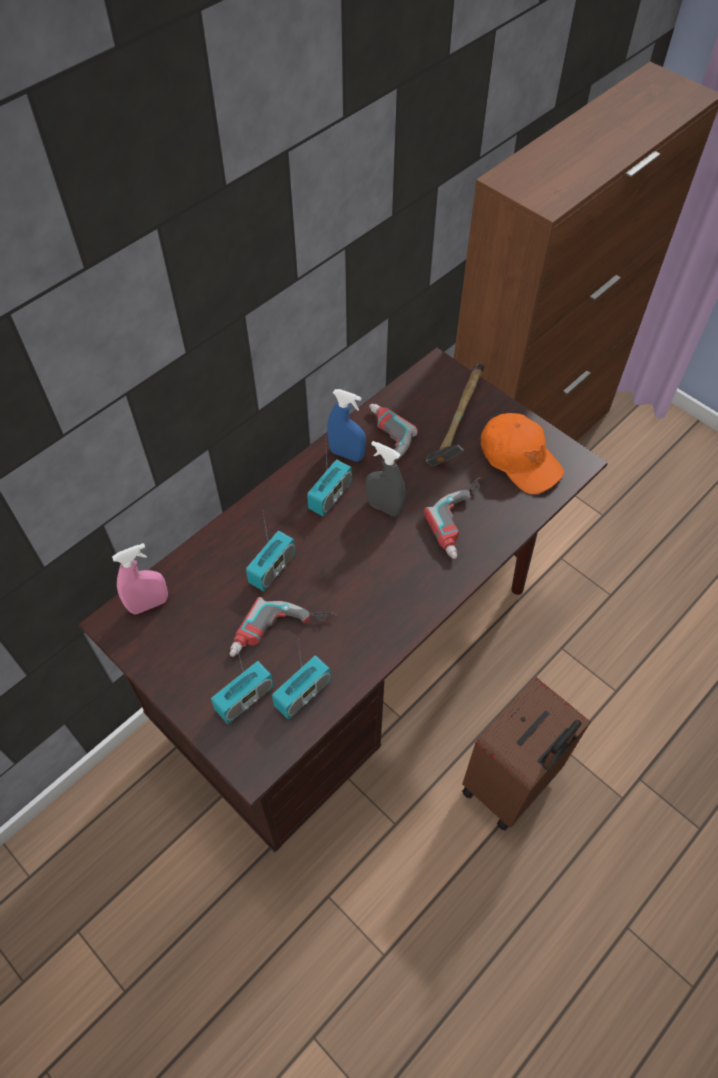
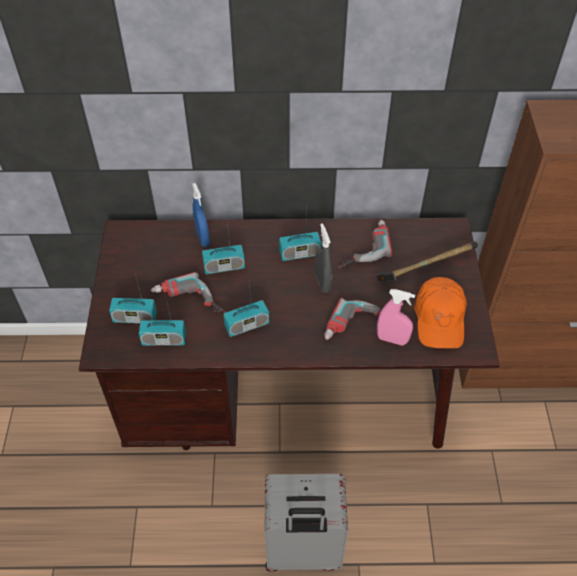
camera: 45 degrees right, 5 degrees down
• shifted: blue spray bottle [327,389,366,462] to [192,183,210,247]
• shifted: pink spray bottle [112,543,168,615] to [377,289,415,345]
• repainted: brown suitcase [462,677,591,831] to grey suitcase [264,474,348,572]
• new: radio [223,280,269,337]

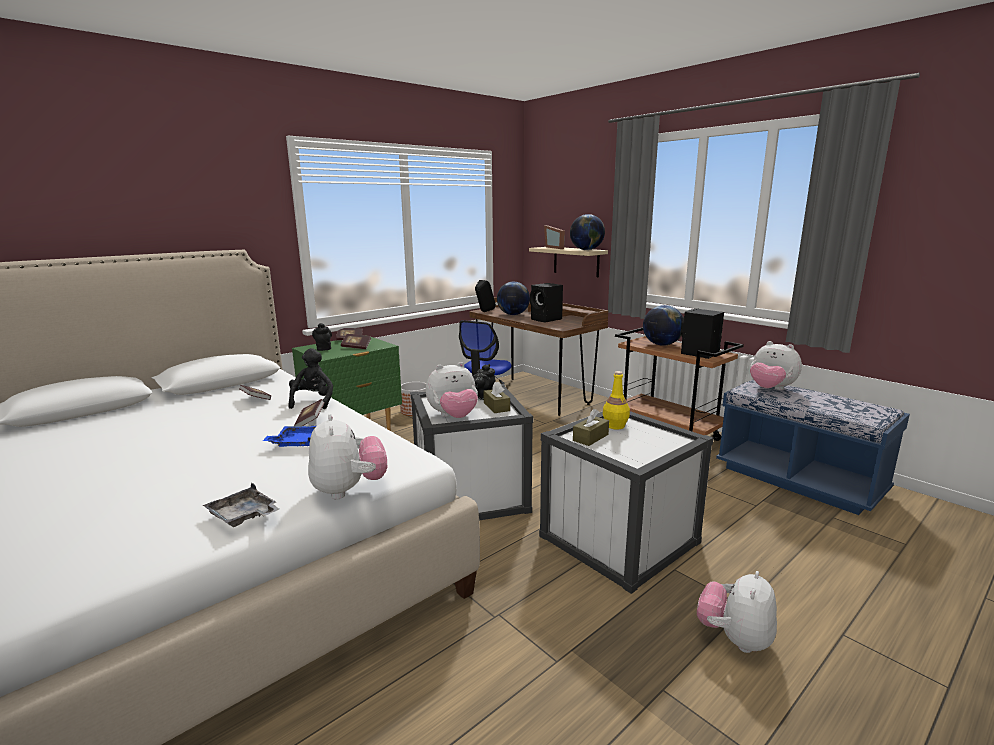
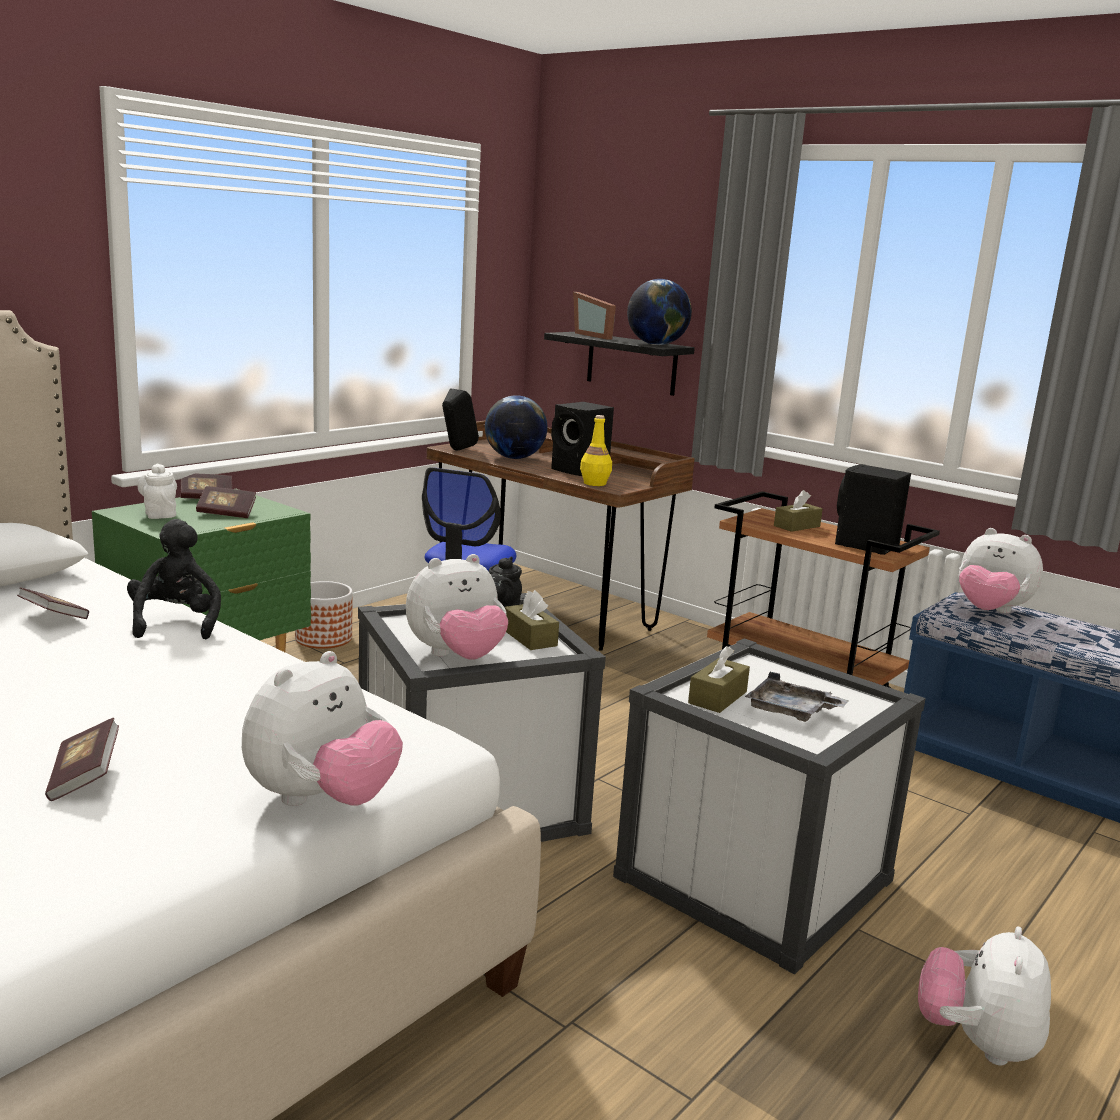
camera: 10 degrees left, 0 degrees up
• repainted: beige shelf [529,247,608,277] to black shelf [544,332,695,396]
• swapped: globe [643,305,683,346] to brown tissue box [774,490,823,532]
• repainted: black teapot [312,323,332,351] to white teapot [138,463,177,519]
• shifted: yellow bottle [603,371,630,430] to [580,415,612,486]
• shifted: book [294,399,325,426] to [45,718,119,801]
• rotated: plush toy [308,414,388,499] = [242,651,403,806] 60 degrees clockwise
• gone: blue tray [263,426,316,447]
• shifted: grey tray [203,483,279,527] to [745,672,849,722]

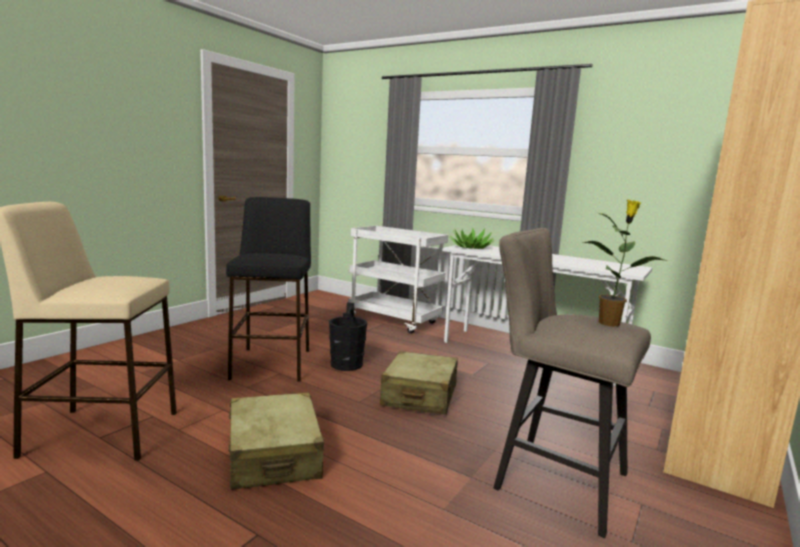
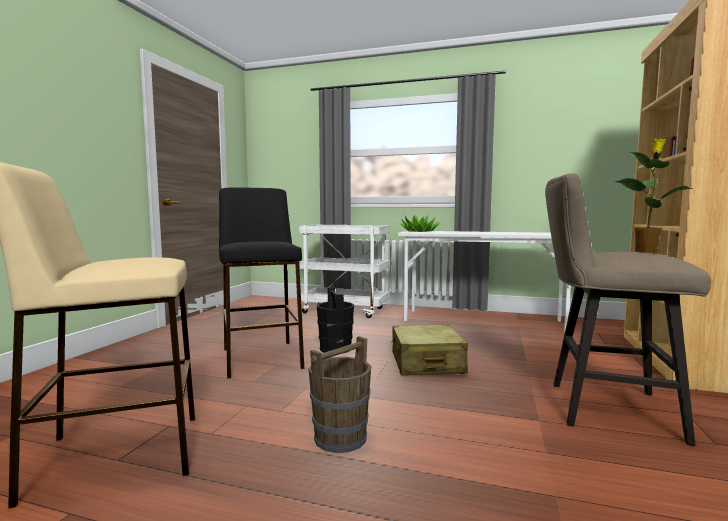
camera: 15 degrees left, 5 degrees down
• swapped: beige suitcase [229,392,324,490] to brown bucket [308,336,371,453]

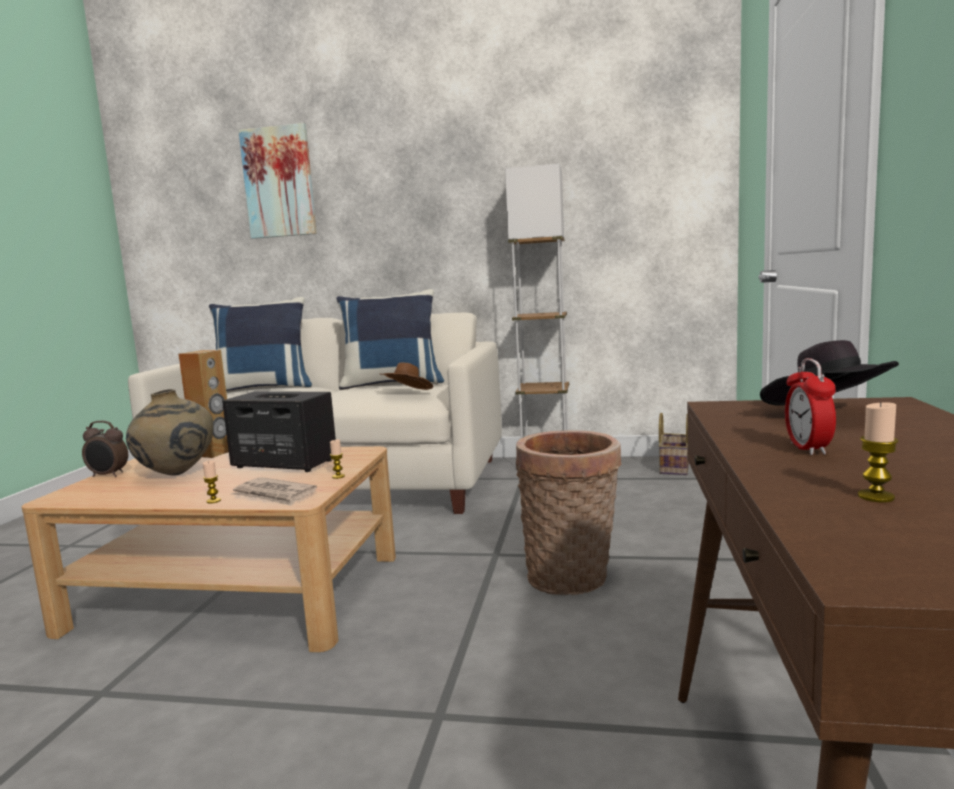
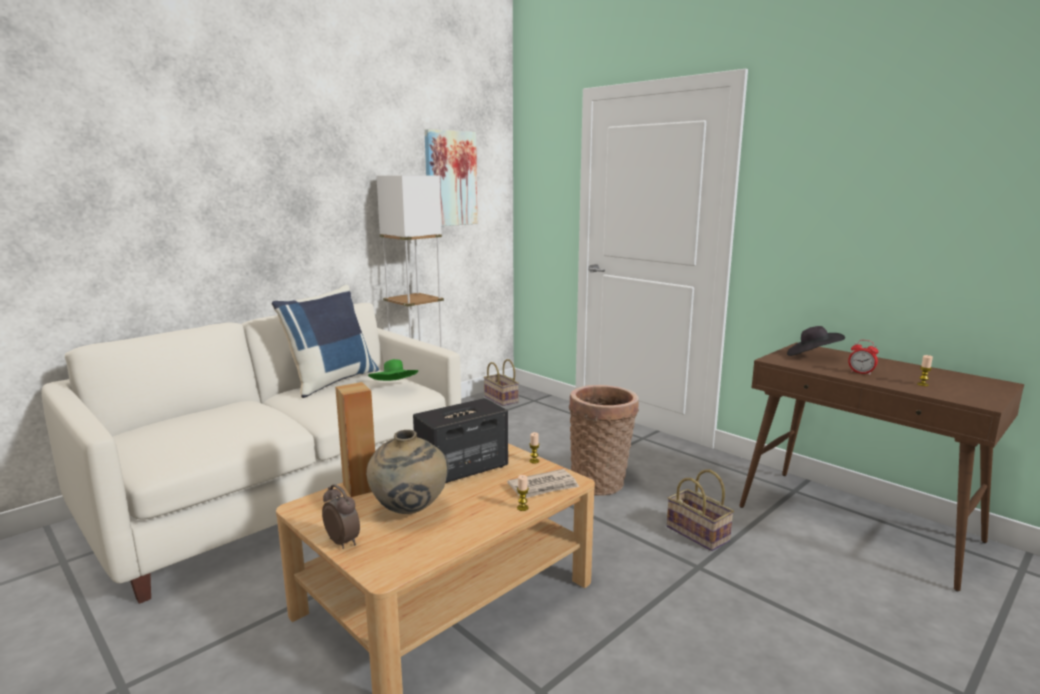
camera: 55 degrees left, 5 degrees up
• shifted: picture [239,123,317,239] to [424,129,478,226]
• gone: blue pillow [209,297,312,392]
• repainted: brown hat [379,363,433,390] to green hat [368,359,418,381]
• rotated: alarm clock [82,421,128,477] = [322,484,360,549] 90 degrees counterclockwise
• new: basket [667,469,734,551]

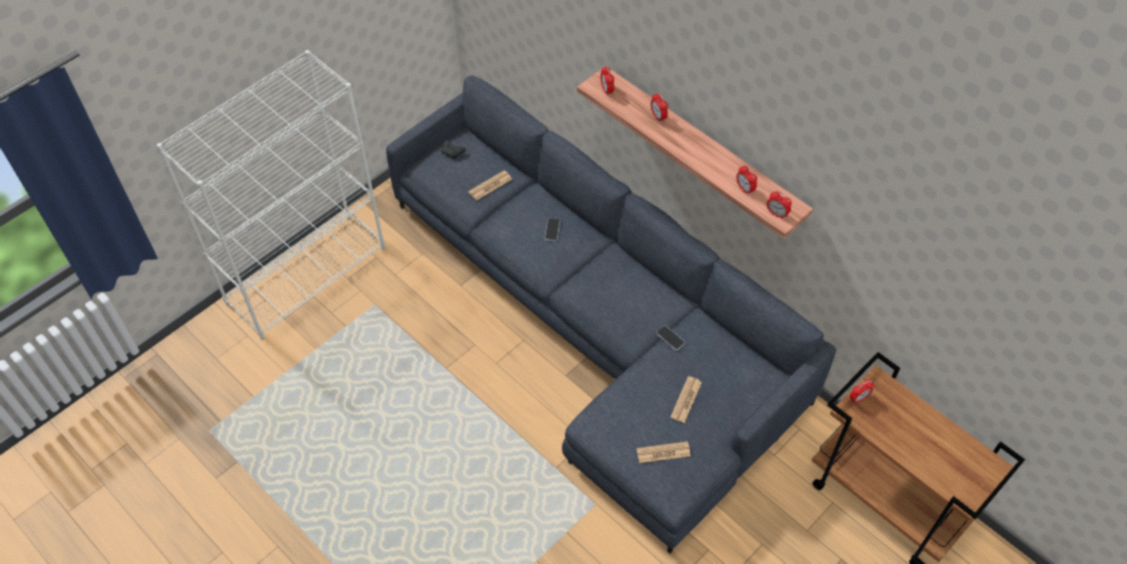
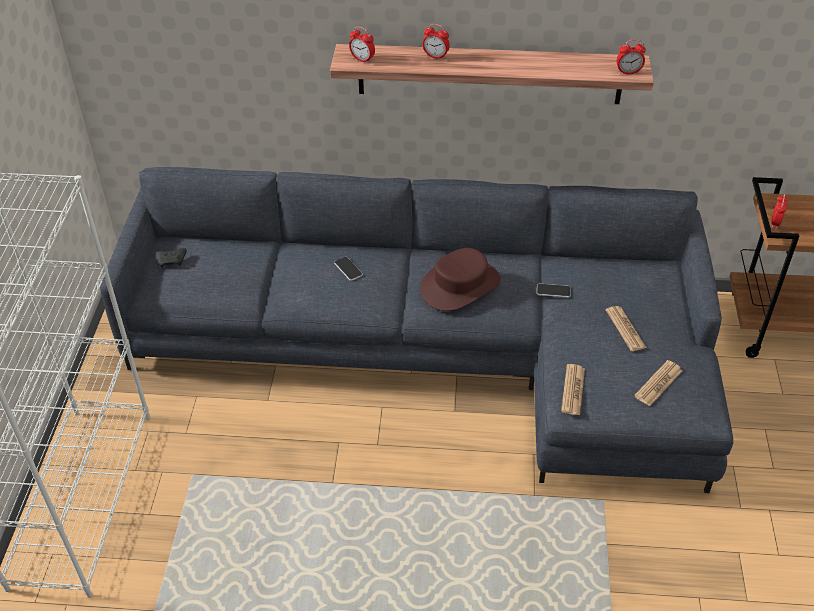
camera: 40 degrees left, 10 degrees down
• gone: alarm clock [736,165,757,195]
• shifted: newspaper [468,170,512,201] to [561,364,585,415]
• new: brown hat [420,248,501,311]

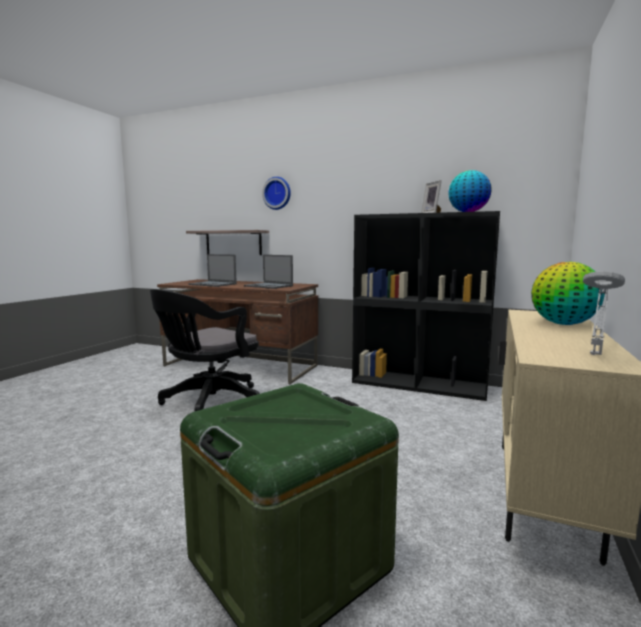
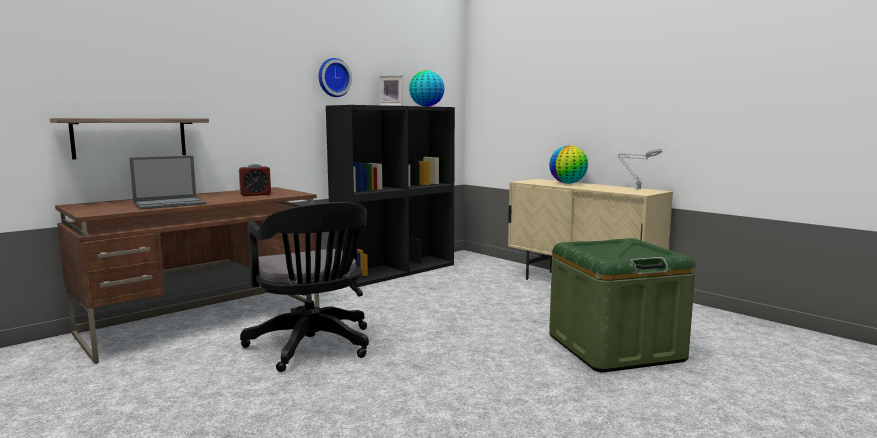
camera: 65 degrees left, 0 degrees up
• shifted: wall clock [262,177,291,210] to [319,58,352,97]
• swapped: laptop [244,255,293,289] to alarm clock [239,164,271,196]

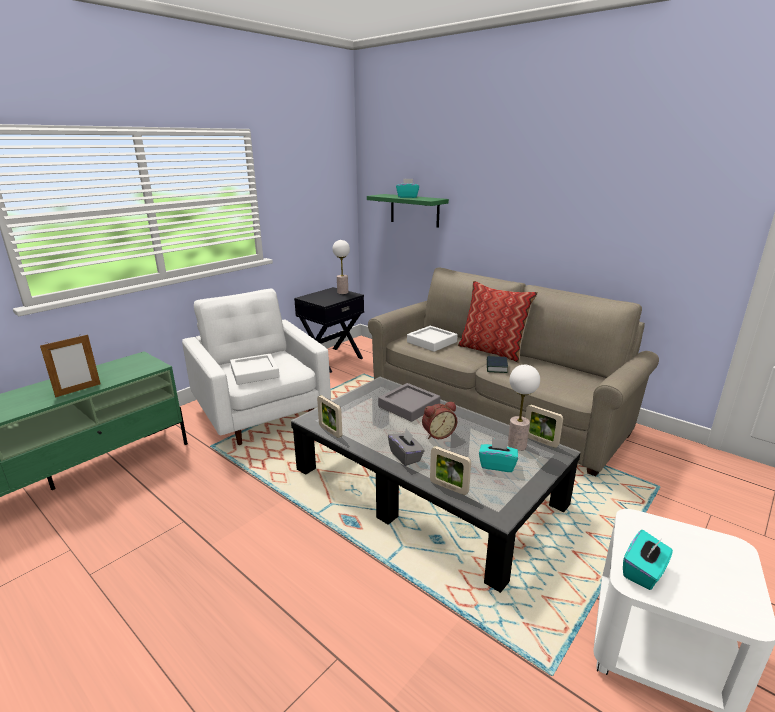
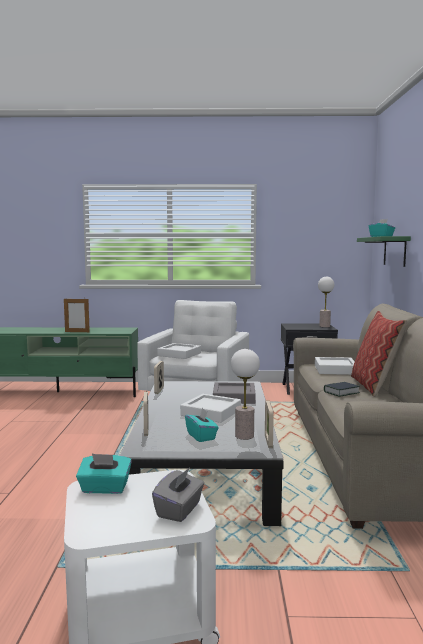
camera: 50 degrees right, 15 degrees down
• swapped: alarm clock [422,402,457,439] to white tray [180,394,241,423]
• shifted: grey tissue box [388,428,424,466] to [152,467,204,522]

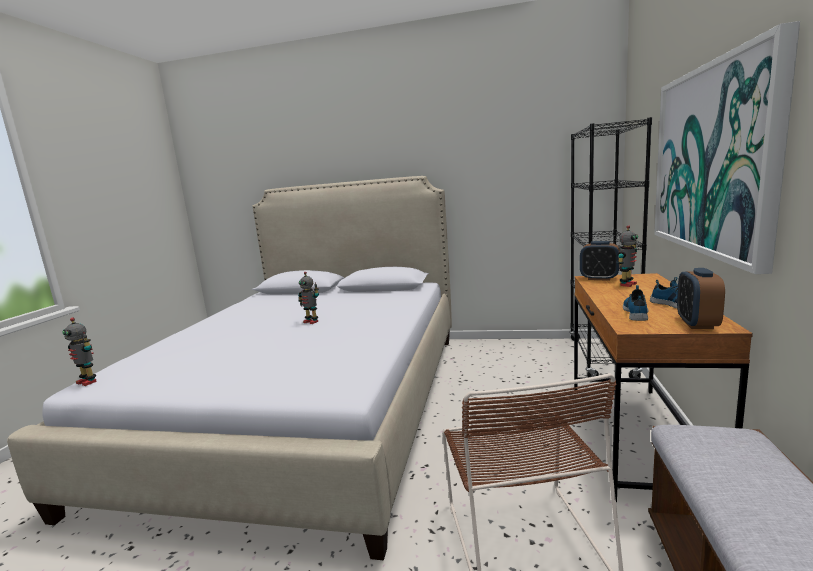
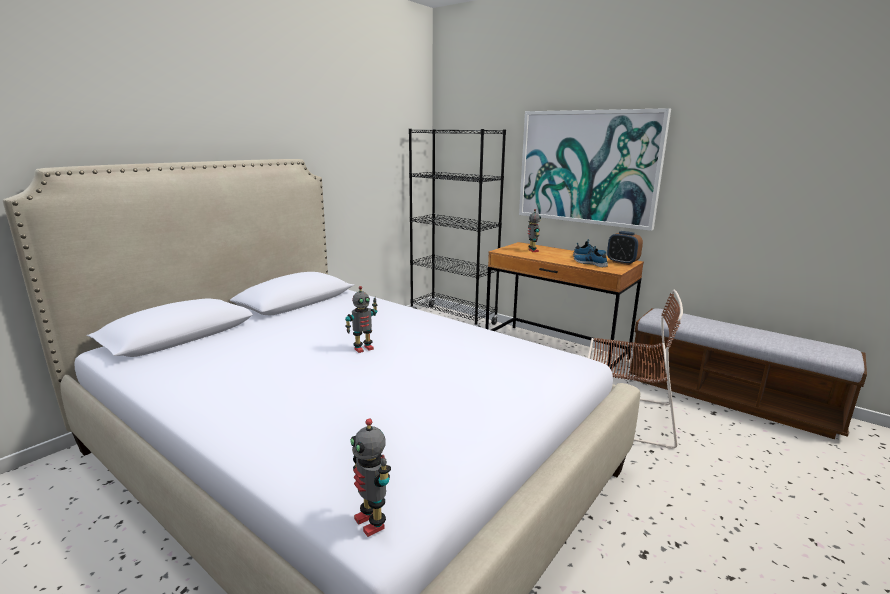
camera: 65 degrees left, 5 degrees up
• gone: alarm clock [580,241,620,281]
• rotated: toy robot [62,318,97,386] = [350,419,391,537] 90 degrees clockwise

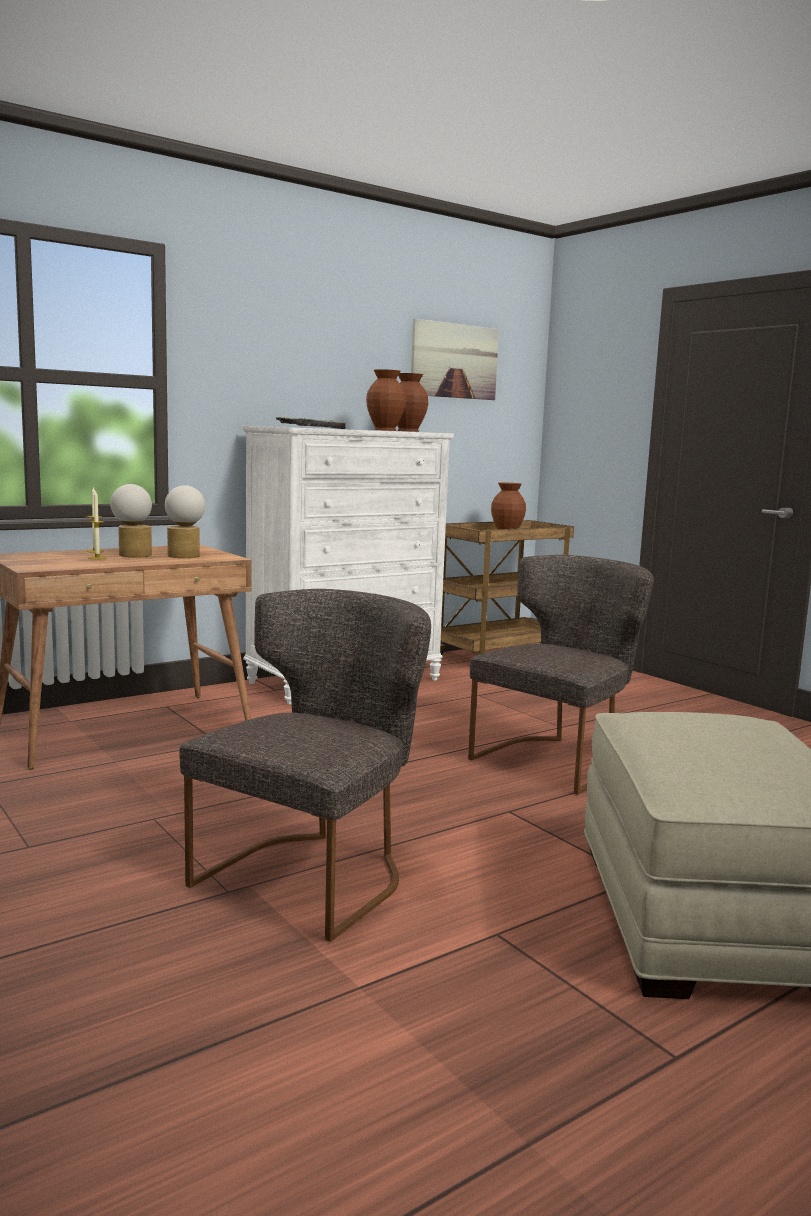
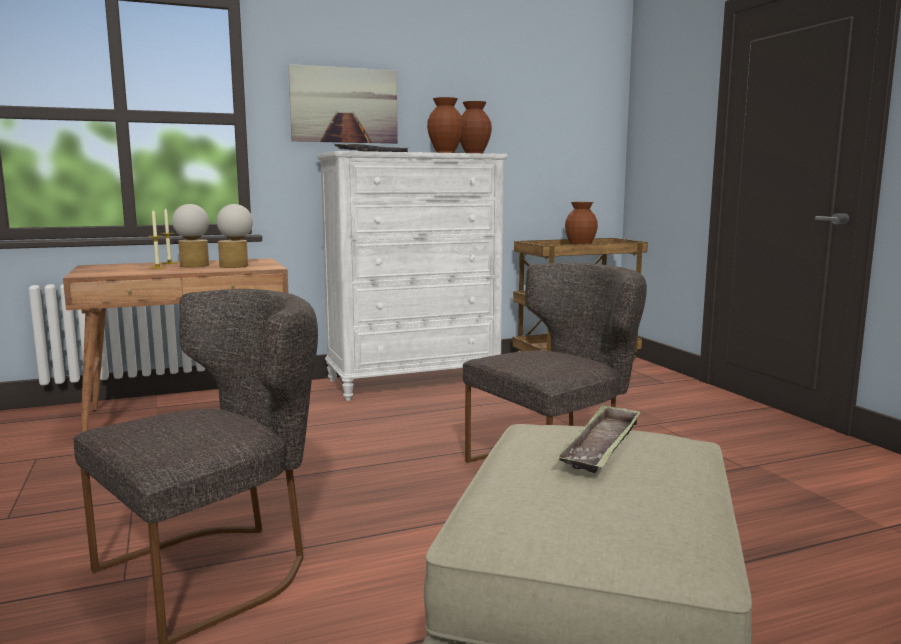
camera: 15 degrees right, 0 degrees up
• shifted: picture [411,319,499,400] to [288,64,398,144]
• new: tray [556,404,641,473]

